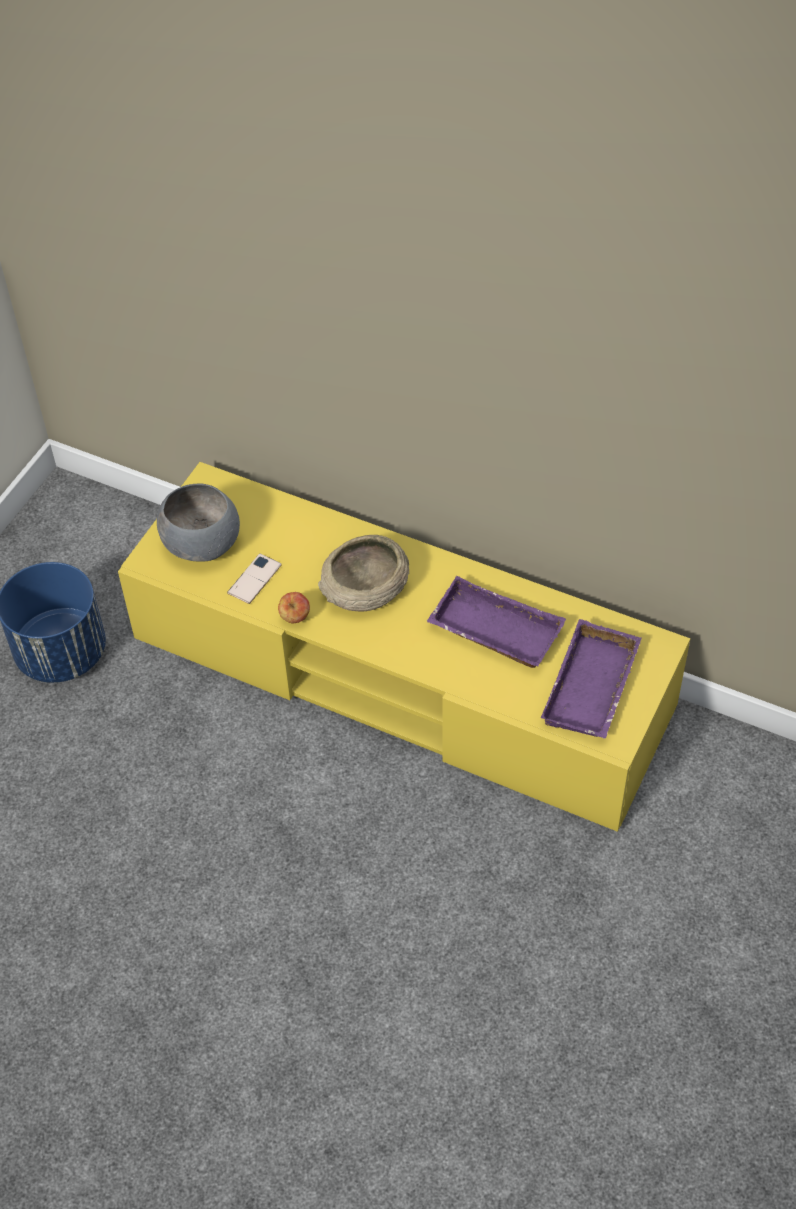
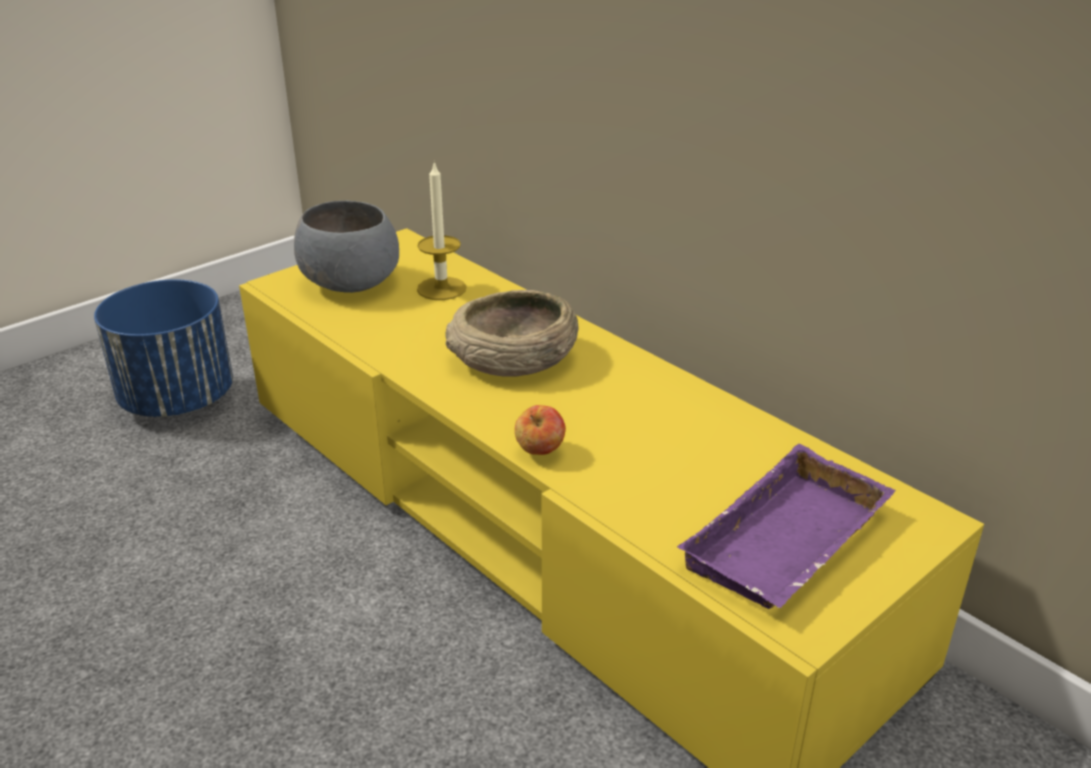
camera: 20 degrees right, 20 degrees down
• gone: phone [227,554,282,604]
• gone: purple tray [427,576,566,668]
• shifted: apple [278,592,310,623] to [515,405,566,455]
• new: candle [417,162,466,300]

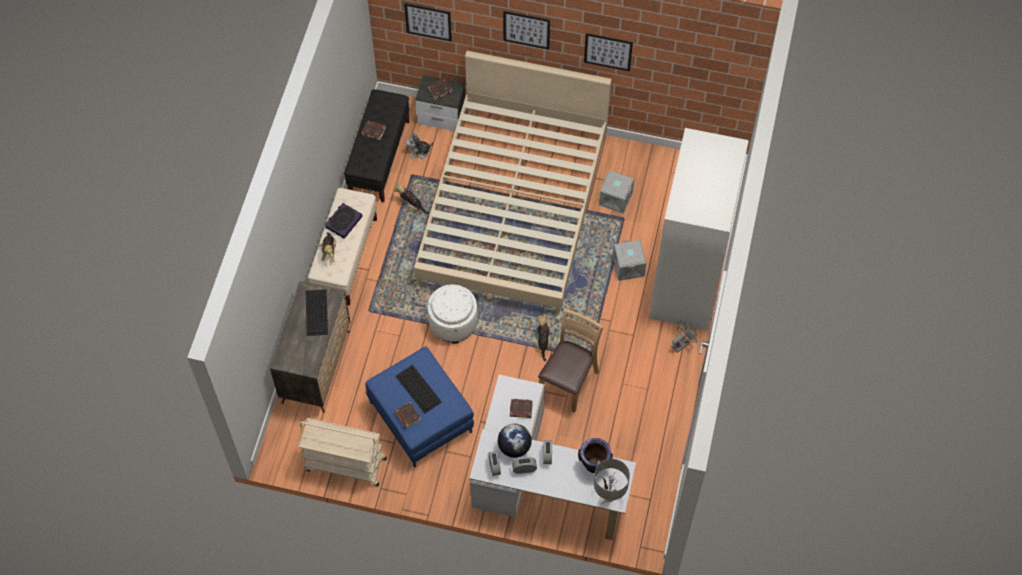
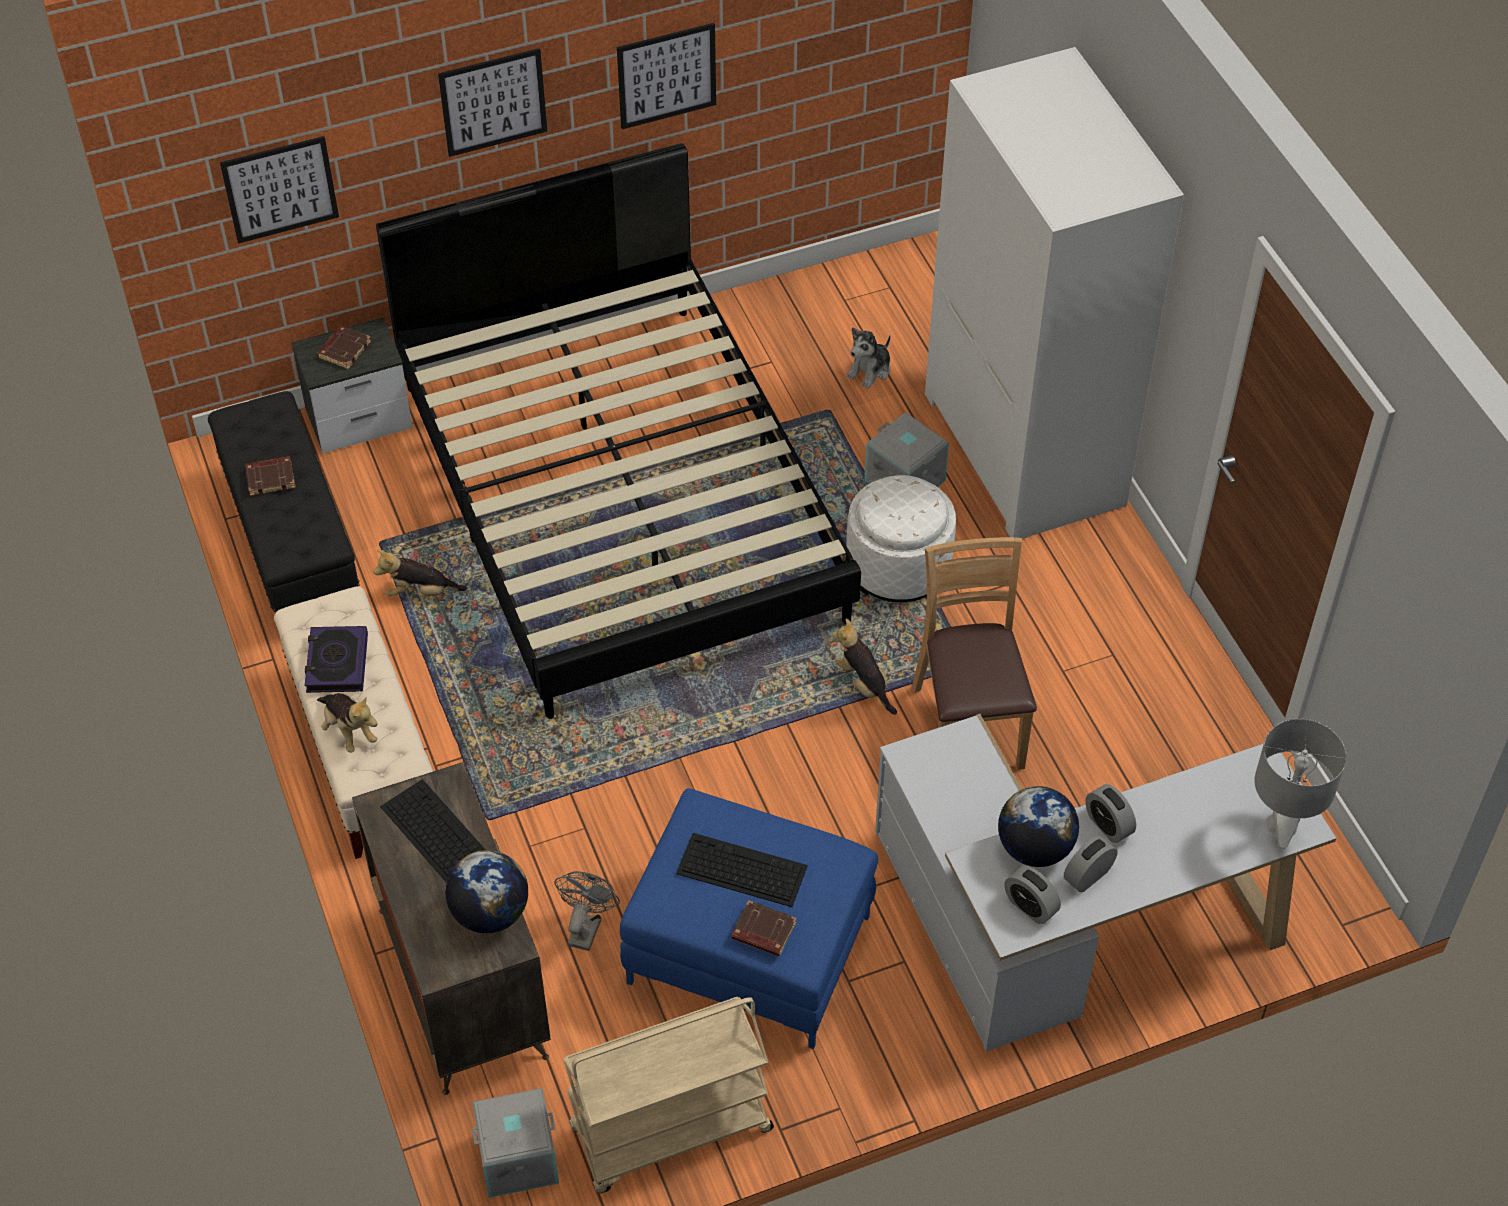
camera: 35 degrees left, 10 degrees down
• repainted: beige bed [414,51,612,314] to black bed [376,143,861,719]
• shifted: plush toy [406,132,434,159] to [846,327,890,388]
• shifted: grey storage box [599,170,634,214] to [472,1088,559,1198]
• shifted: white ottoman [427,284,478,344] to [846,475,956,602]
• shifted: grey fan [671,321,697,353] to [554,871,620,951]
• gone: brown book [510,399,533,418]
• gone: vase [578,438,613,473]
• new: globe [445,850,528,933]

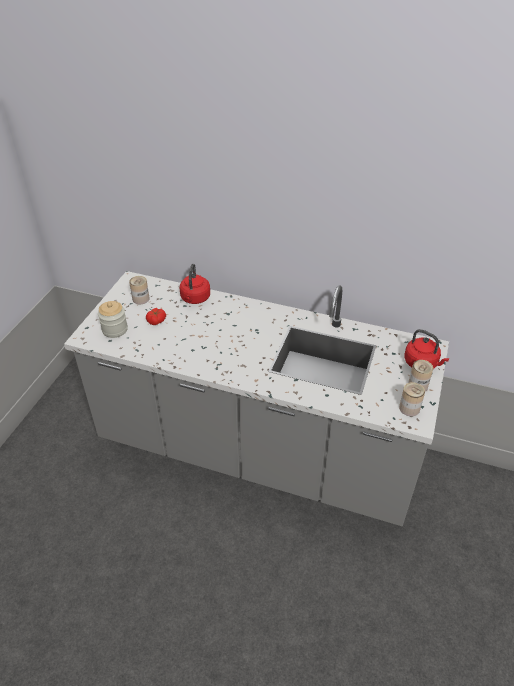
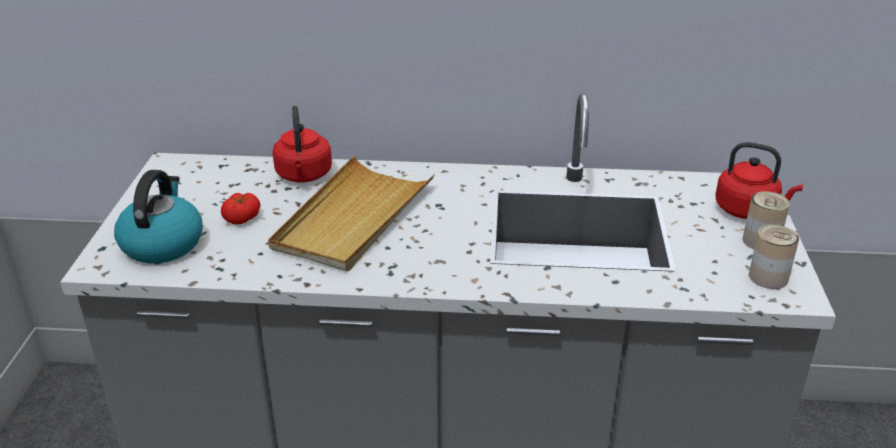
camera: 15 degrees left, 10 degrees down
• gone: can [129,276,150,304]
• swapped: jar [98,301,128,338] to kettle [114,170,203,263]
• new: beige tray [268,155,435,272]

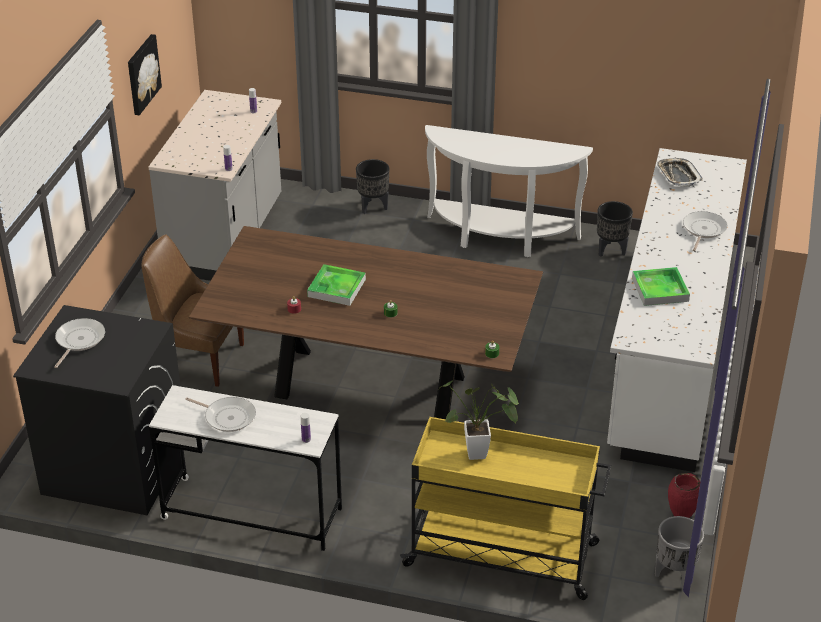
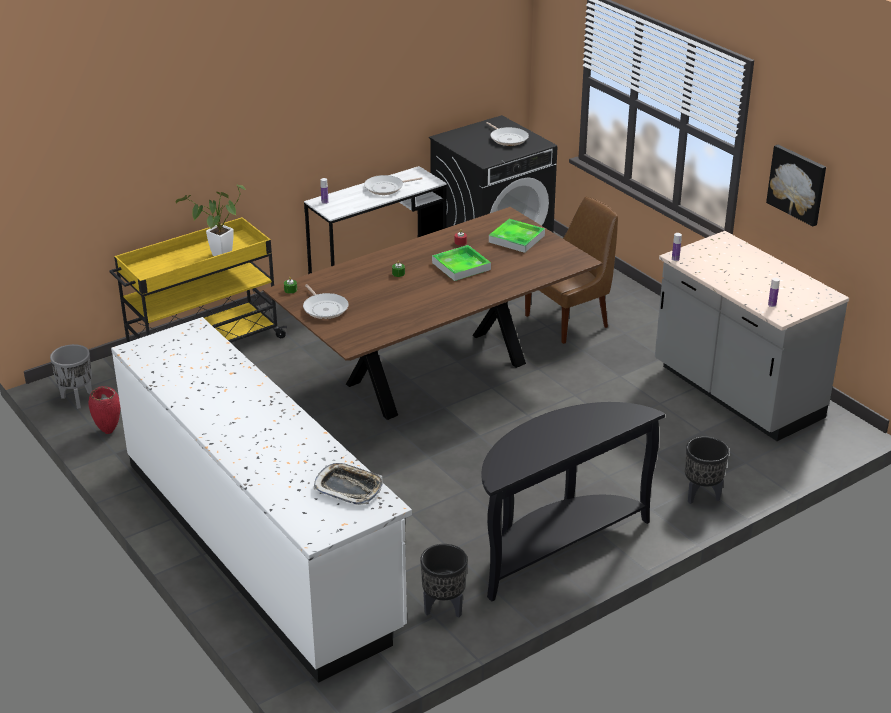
camera: 130 degrees right, 5 degrees down
• repainted: white console table [425,125,593,257] to black console table [481,402,665,601]
• shifted: frying pan [683,211,727,251] to [303,284,349,319]
• shifted: tray [632,267,690,306] to [489,219,545,253]

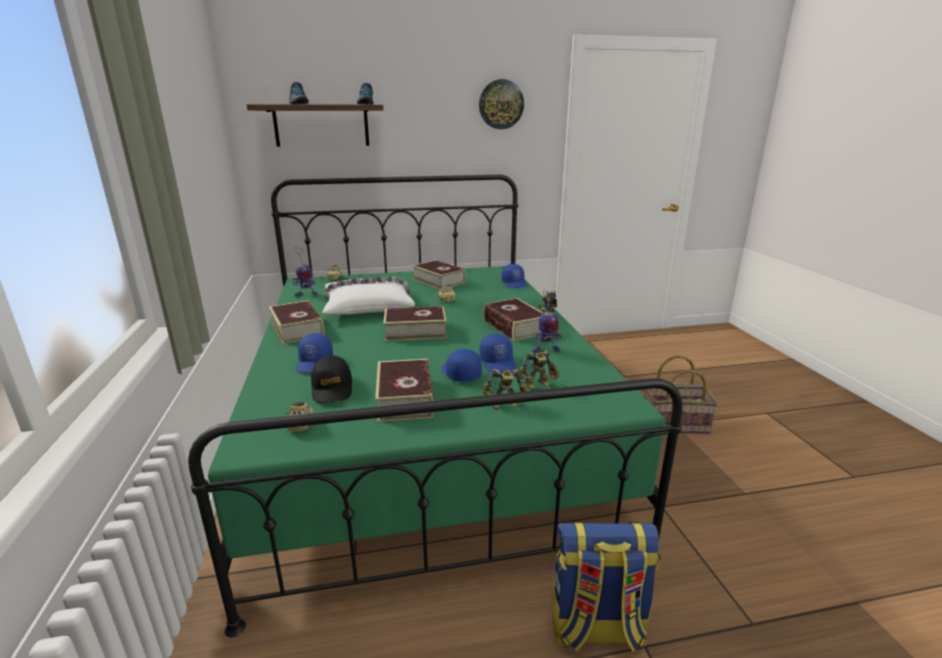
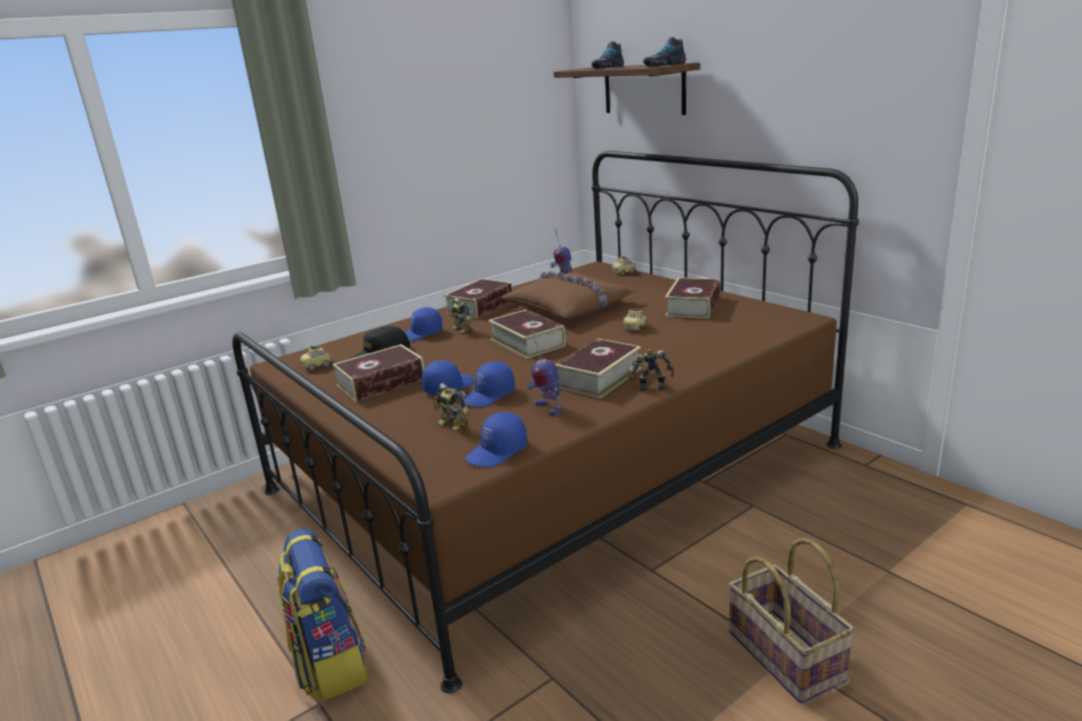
camera: 65 degrees right, 0 degrees up
• gone: wall clock [479,79,524,129]
• repainted: green bed [188,175,683,637] to brown bed [232,151,859,694]
• shifted: blue cap [501,264,527,288] to [466,412,527,468]
• repainted: white pillow [322,276,415,315] to brown pillow [500,271,636,319]
• shifted: toy robot [483,369,527,410] to [451,298,473,333]

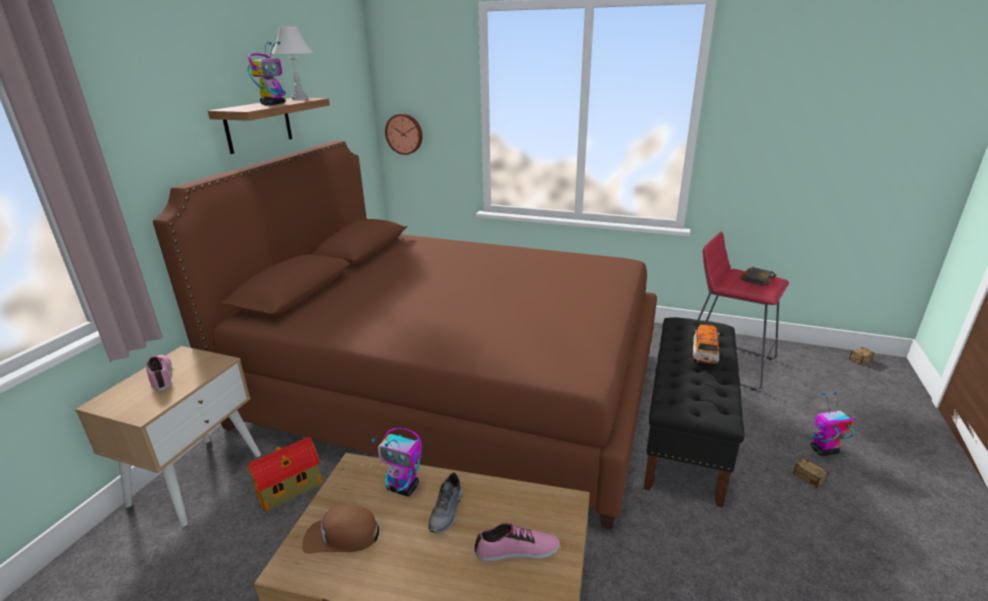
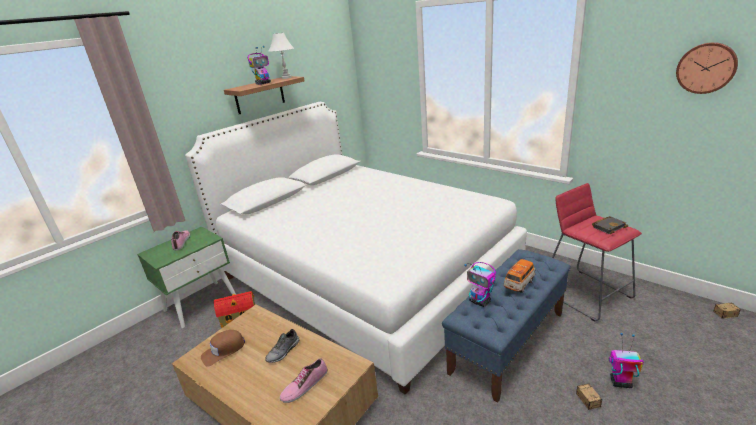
camera: 25 degrees right, 0 degrees up
• shifted: wall clock [385,114,422,155] to [676,42,738,94]
• repainted: brown bed [153,141,657,530] to white bed [185,102,527,395]
• repainted: black bench [644,317,744,508] to blue bench [442,249,571,403]
• repainted: beige nightstand [75,346,261,527] to green nightstand [137,226,236,328]
• shifted: toy robot [371,428,422,497] to [464,262,496,307]
• rotated: brown cap [302,505,379,554] = [201,330,245,367] 60 degrees counterclockwise
• rotated: shoe [475,523,560,561] = [280,358,327,403] 120 degrees clockwise

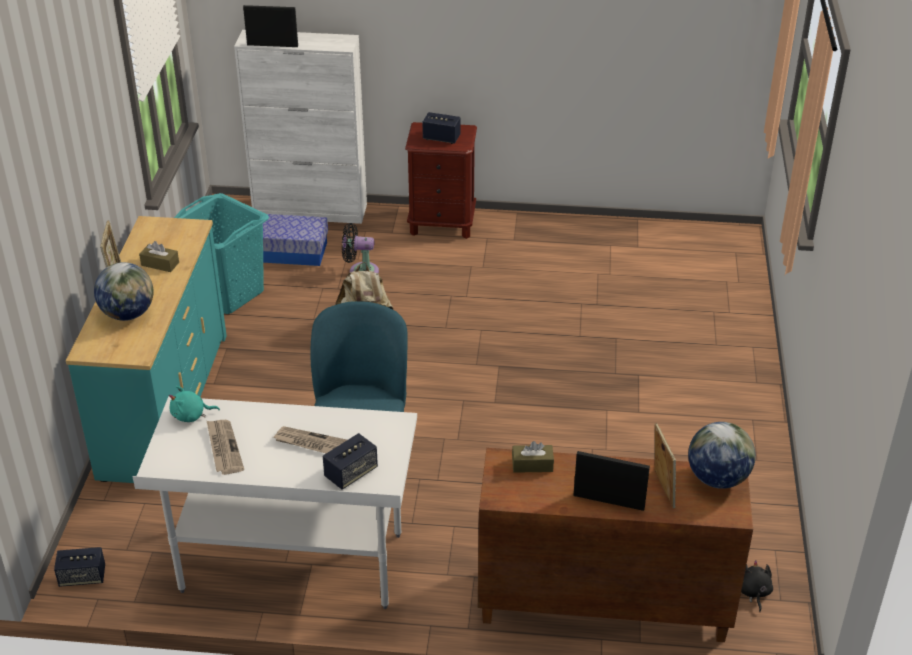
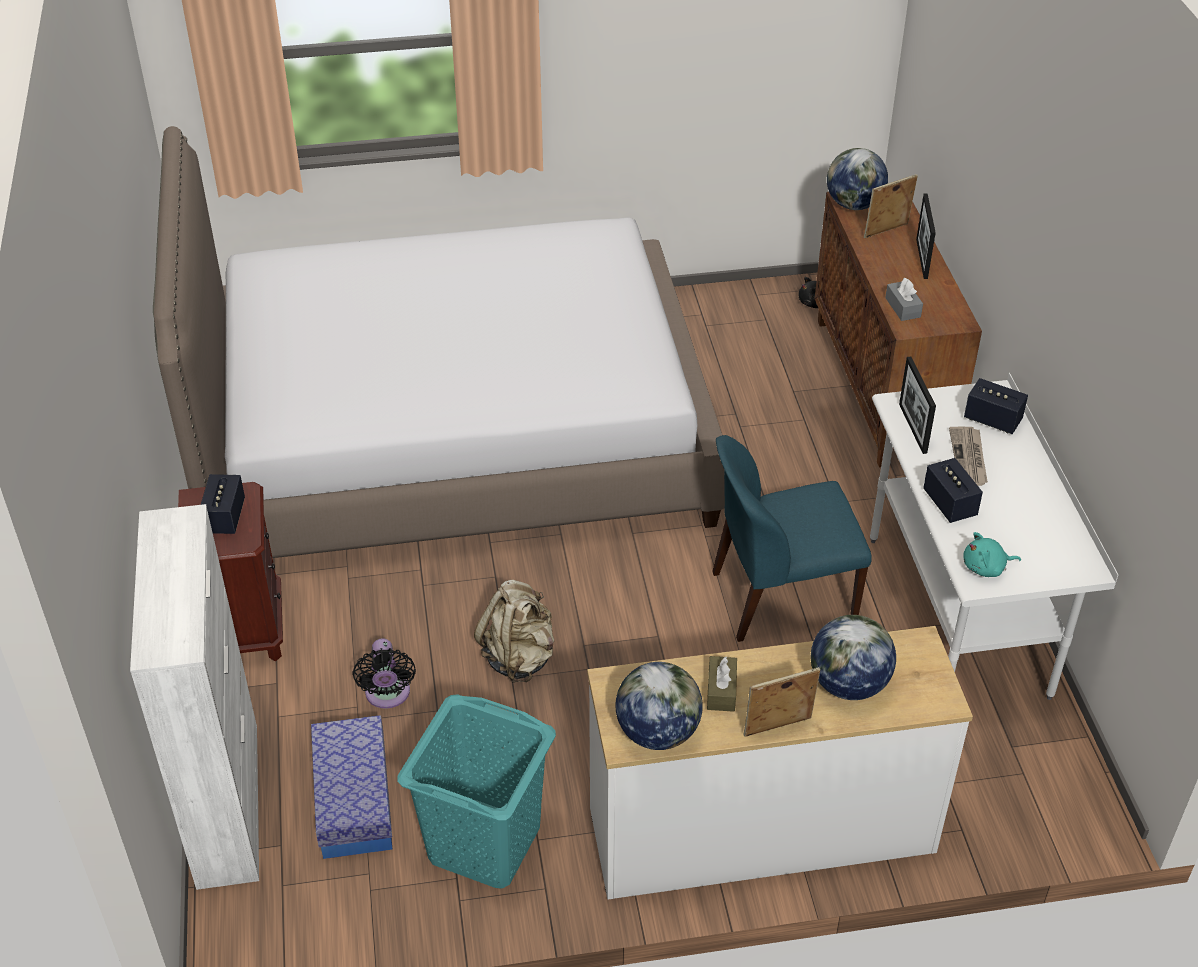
camera: 105 degrees left, 5 degrees up
• shifted: picture frame [243,5,298,47] to [899,356,936,454]
• repainted: turquoise dresser [66,216,227,483] to white dresser [587,626,973,900]
• rotated: turquoise plush toy [169,386,220,422] = [963,532,1021,577] 105 degrees clockwise
• gone: newspaper [207,420,244,475]
• repainted: brown tissue box [512,441,554,473] to grey tissue box [885,278,923,321]
• shifted: speaker [54,547,105,587] to [923,458,983,523]
• new: bed [153,126,725,558]
• new: globe [615,662,703,750]

